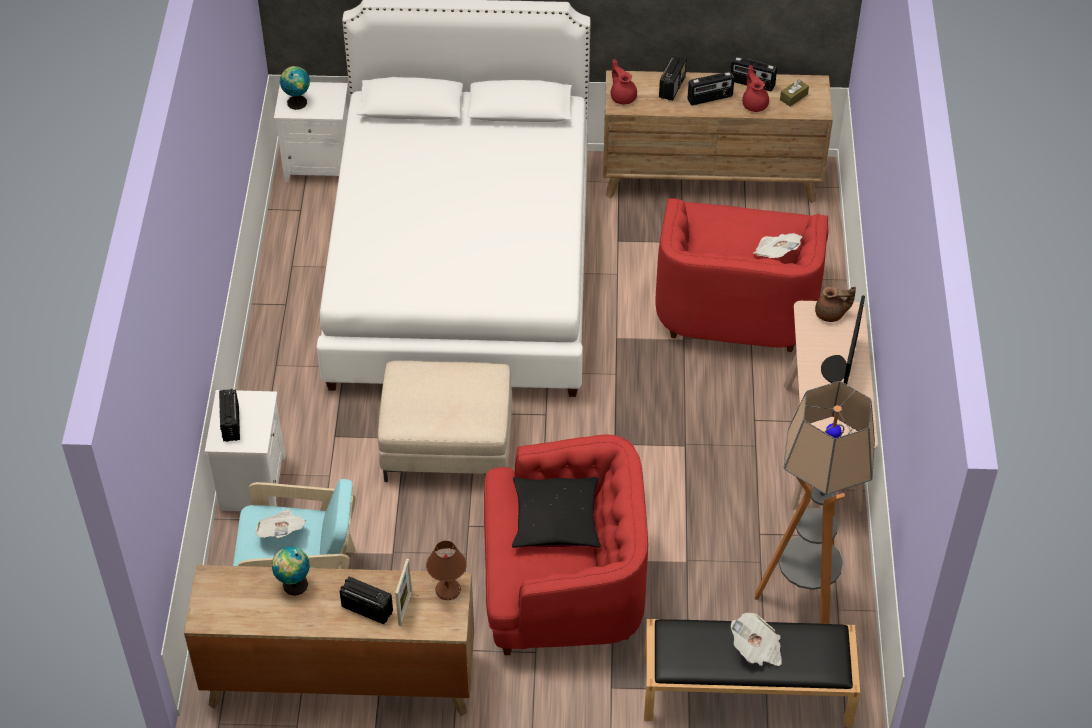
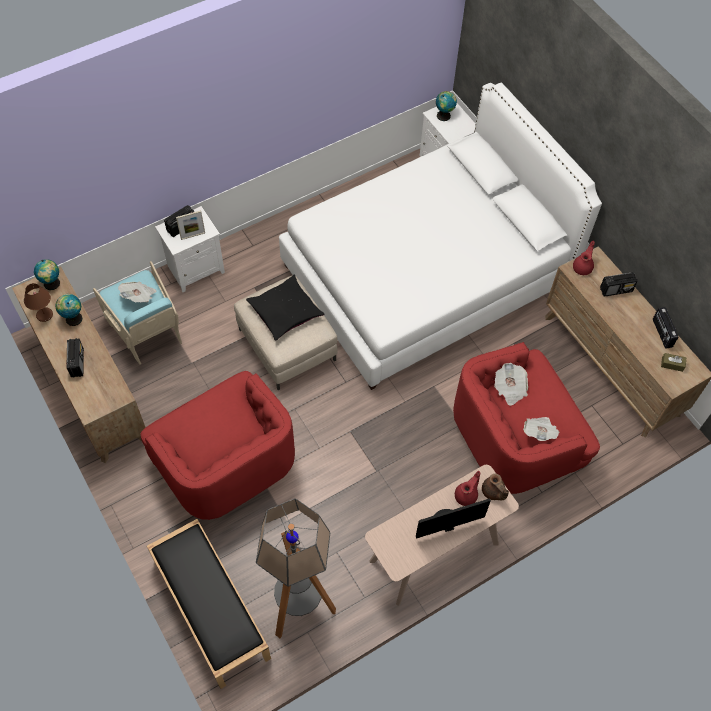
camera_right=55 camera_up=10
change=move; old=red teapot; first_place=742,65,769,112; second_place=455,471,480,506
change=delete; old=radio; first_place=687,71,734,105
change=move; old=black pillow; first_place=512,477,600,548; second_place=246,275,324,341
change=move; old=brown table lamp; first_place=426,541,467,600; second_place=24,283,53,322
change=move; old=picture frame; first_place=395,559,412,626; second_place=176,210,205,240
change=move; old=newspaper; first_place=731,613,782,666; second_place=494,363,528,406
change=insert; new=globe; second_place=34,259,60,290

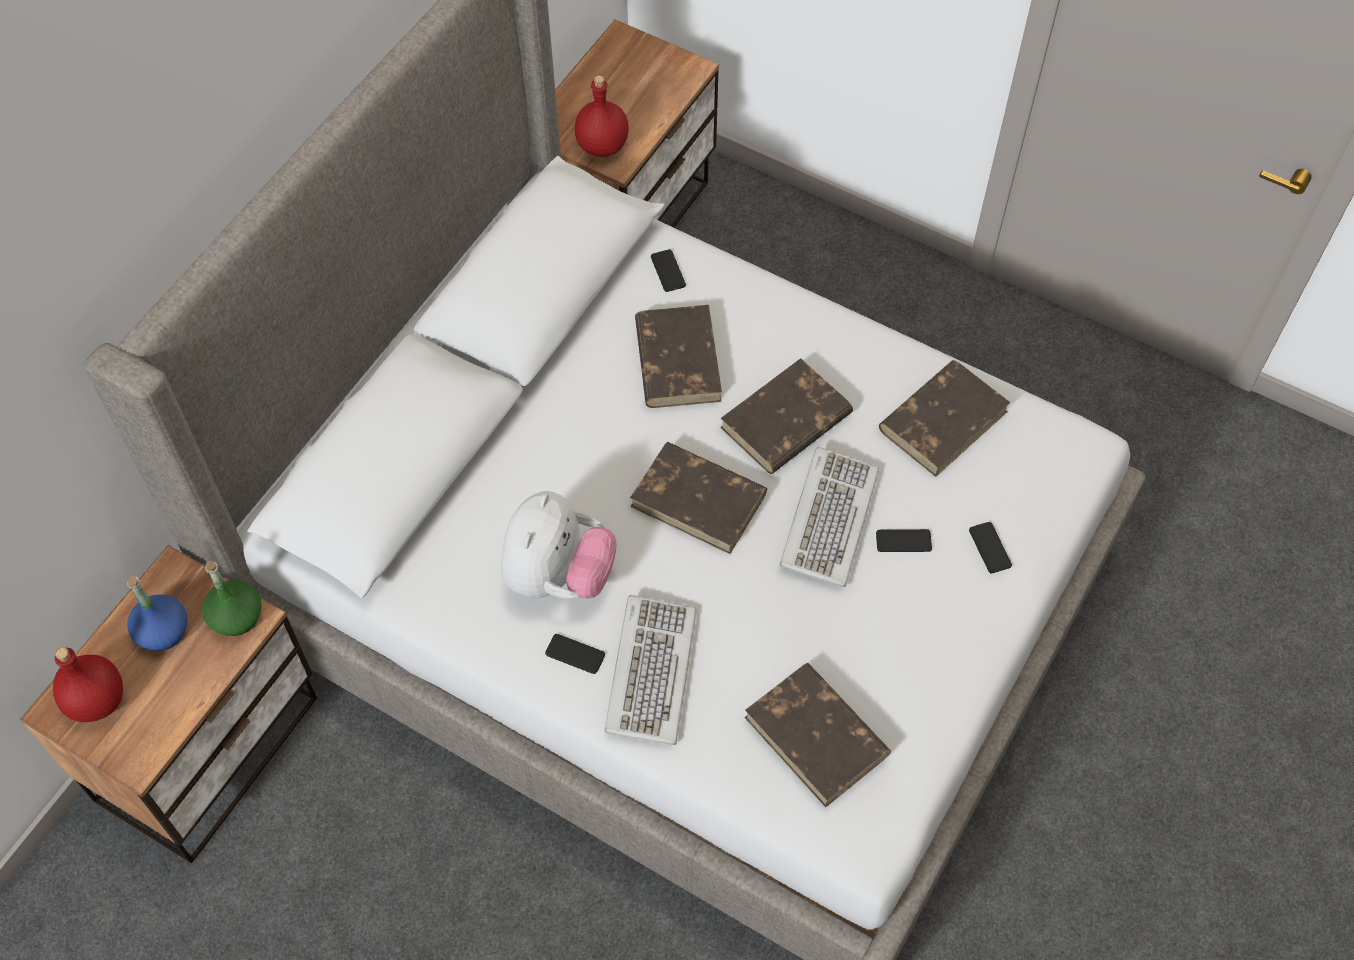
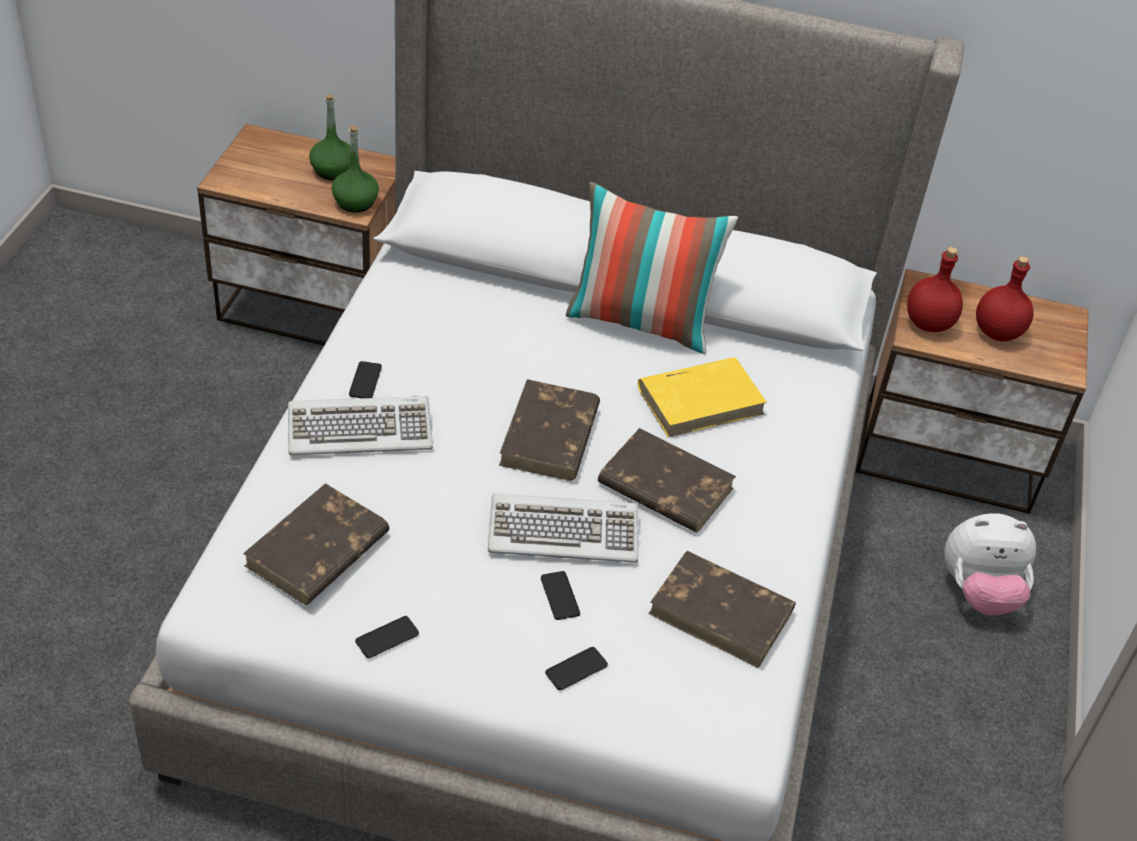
camera_right=70 camera_up=-15
change=move; old=phone; first_place=651,249,686,292; second_place=355,616,419,658
change=recolor; old=brown book; new=yellow book; first_place=635,305,722,408; second_place=638,357,767,437
change=move; old=plush toy; first_place=501,491,617,599; second_place=944,513,1036,616
change=recolor; old=blue bottle; new=green bottle; first_place=127,576,187,651; second_place=309,94,350,180
change=move; old=red bottle; first_place=53,647,123,722; second_place=976,256,1034,342
change=insert; new=pillow; second_place=566,182,738,354

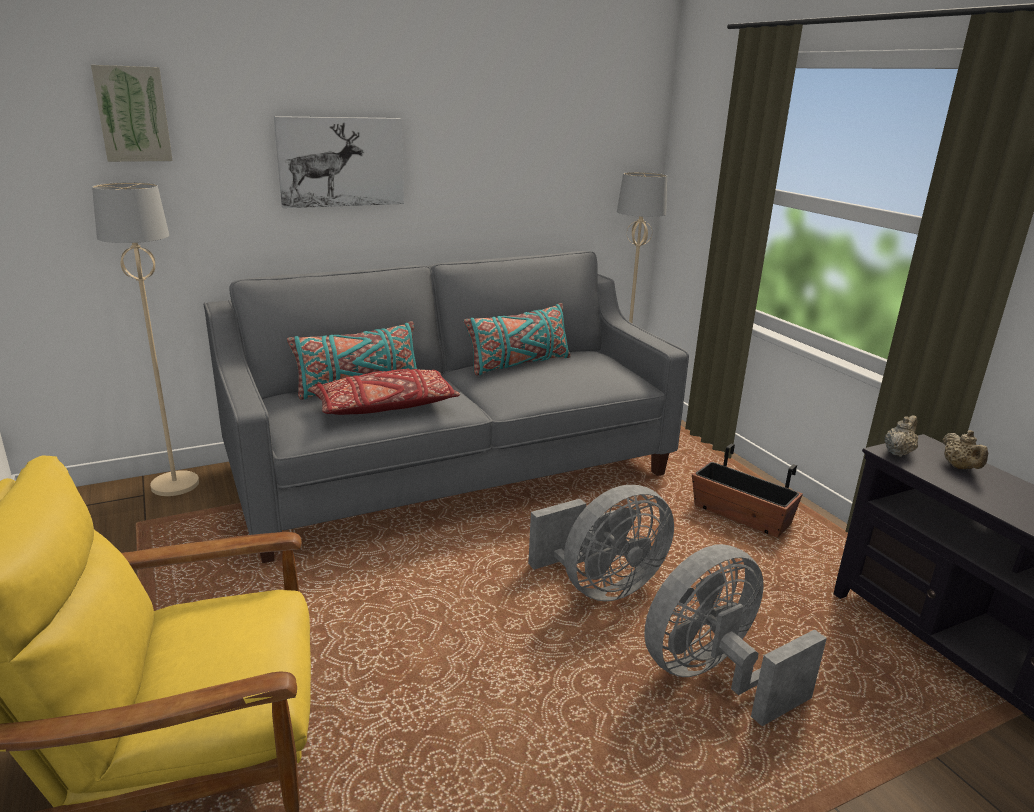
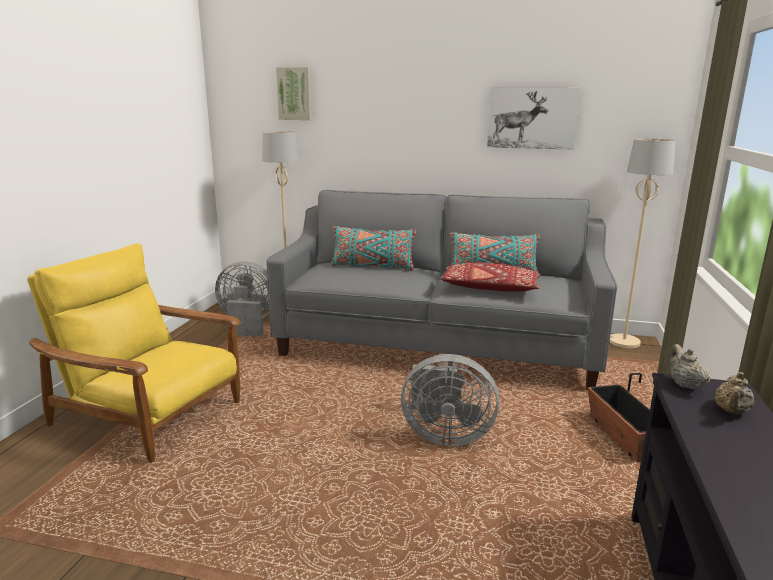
camera_right=40 camera_up=-5
change=move; old=picture; first_place=274,116,404,208; second_place=487,87,581,150
change=move; old=red pillow; first_place=309,369,460,415; second_place=441,262,540,292
change=rotate; old=beige teapot; first_place=885,415,918,457; second_place=669,344,710,389; degrees=-90
change=move; old=grey fan; first_place=644,544,827,726; second_place=215,261,269,337

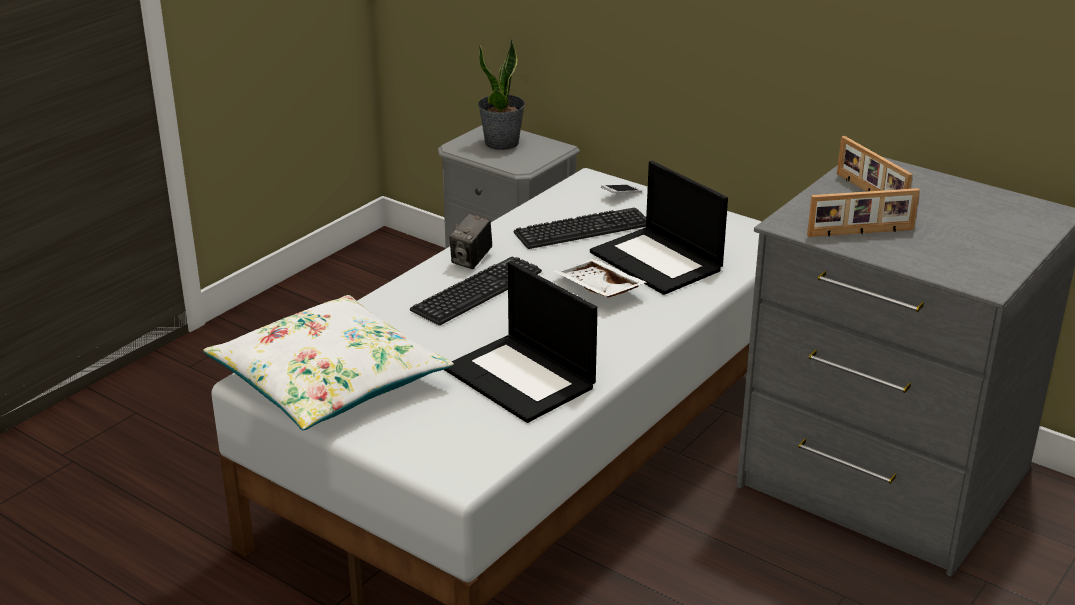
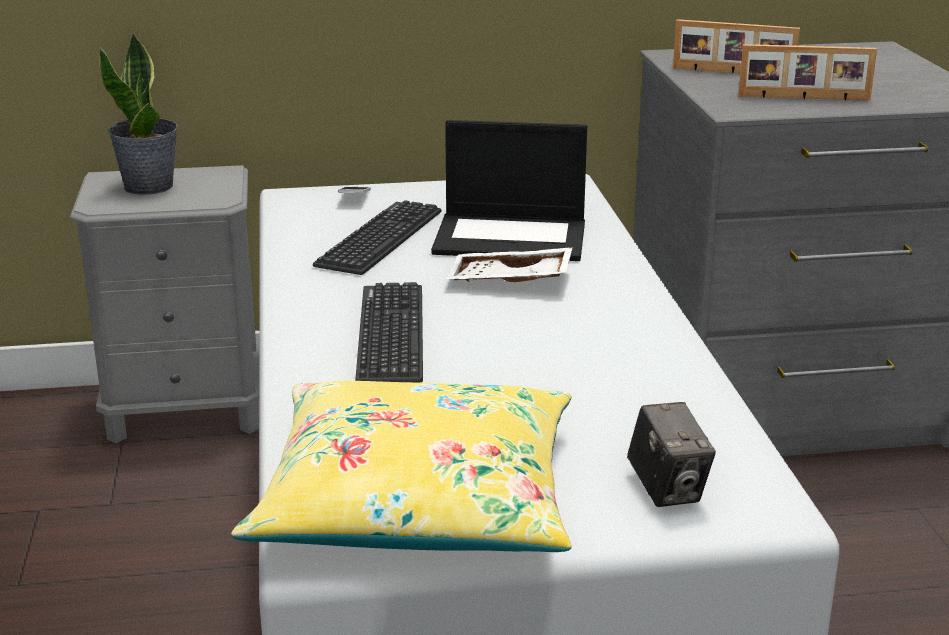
camera_right=-45 camera_up=-5
change=rotate; old=picture frame; first_place=807,188,920,237; second_place=739,44,877,101; degrees=60
change=move; old=photo camera; first_place=449,213,492,269; second_place=627,402,716,507
change=delete; old=laptop; first_place=444,261,598,423
change=recolor; old=white pillow; new=yellow pillow; first_place=203,295,454,430; second_place=231,381,572,552

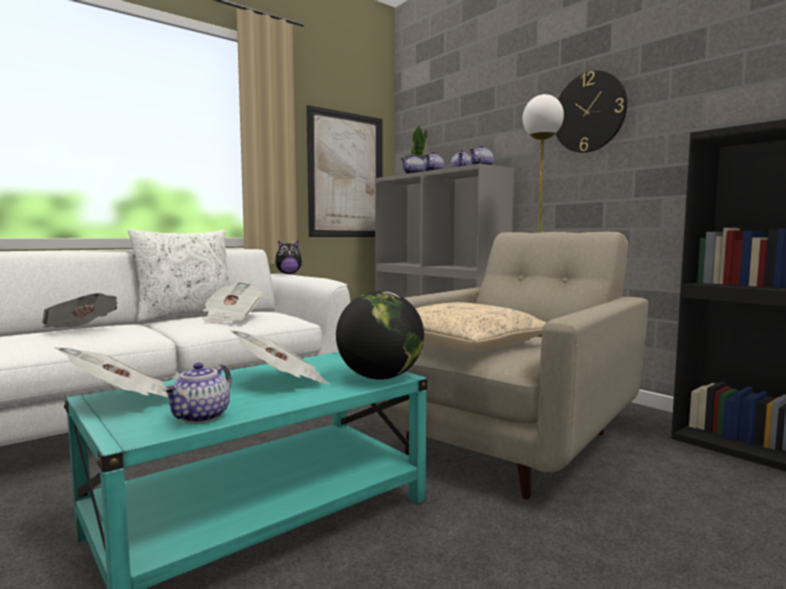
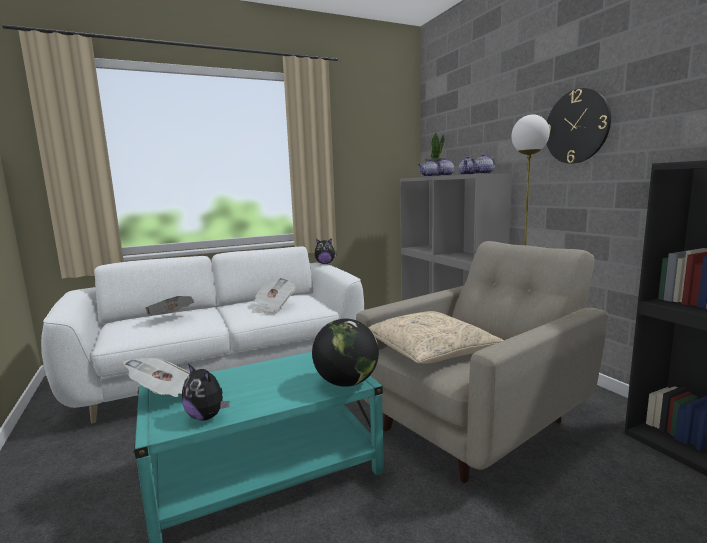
camera_right=15 camera_up=5
change=delete; old=picture; first_place=306,105,383,237
change=delete; old=white pillow; first_place=128,229,229,322
change=delete; old=newspaper; first_place=230,330,330,384
change=replace; old=teapot; new=plush toy; first_place=163,363,232,423; second_place=182,364,229,421

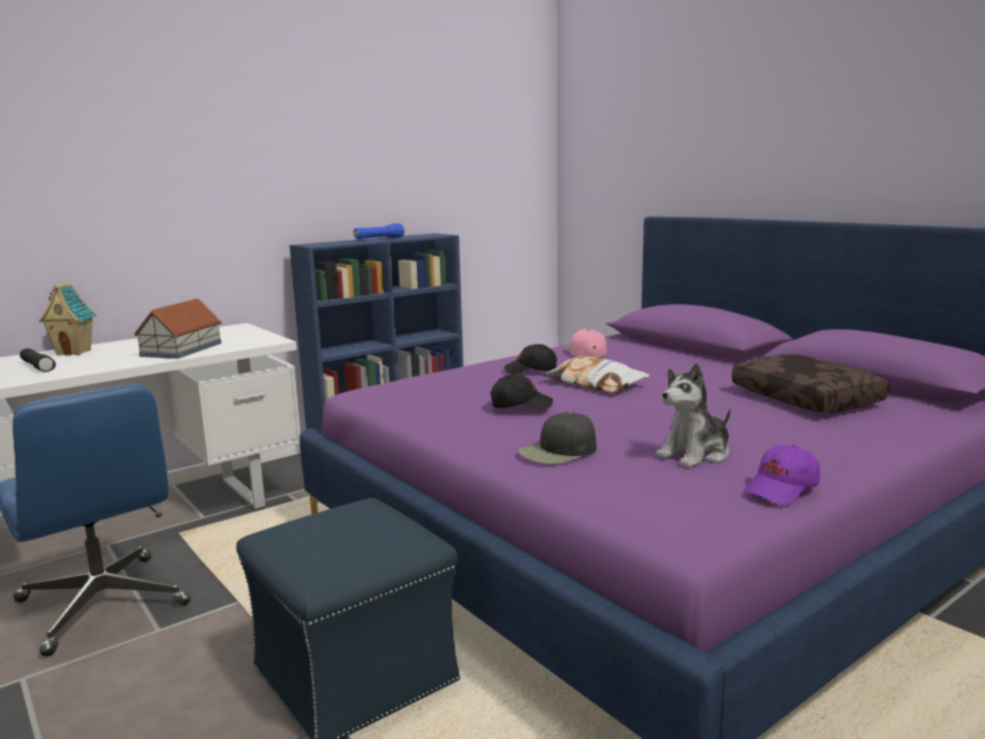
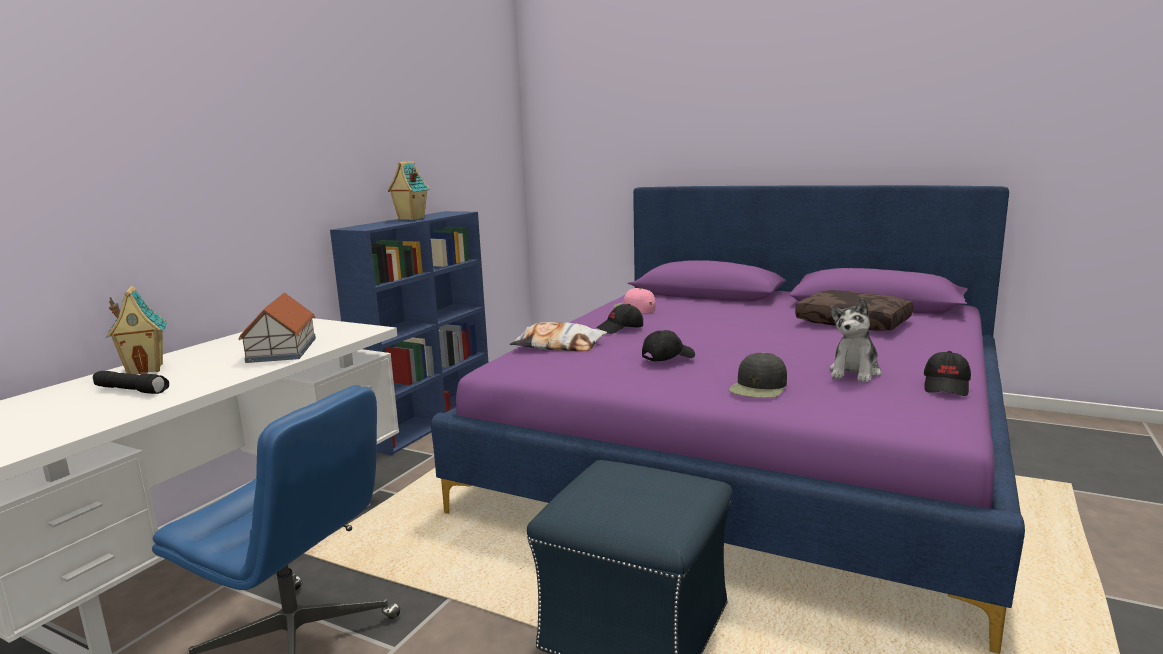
camera_right=-25 camera_up=0
change=replace; old=blue flashlight; new=toy house; first_place=353,223,405,239; second_place=387,161,430,220
change=move; old=pillow; first_place=541,356,650,393; second_place=510,322,607,351
change=recolor; old=purple cap; new=black cap; first_place=743,444,820,505; second_place=924,351,971,396

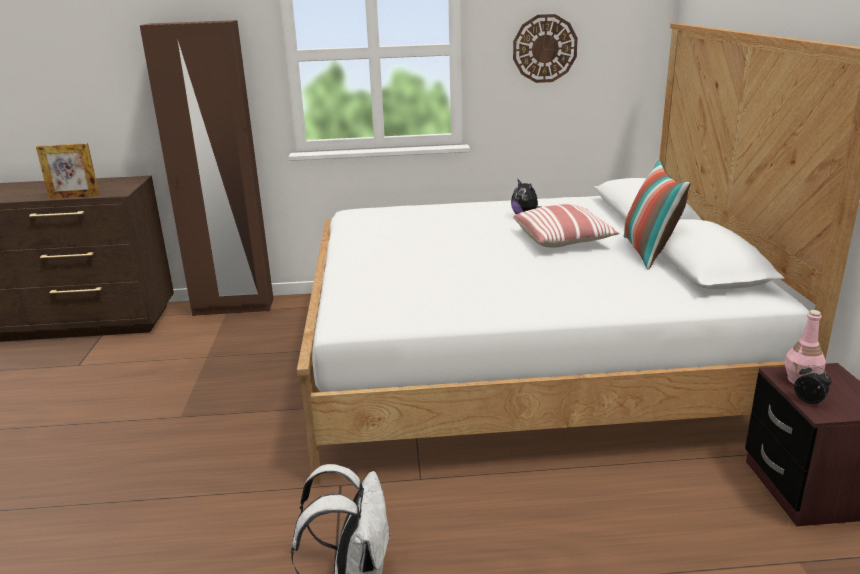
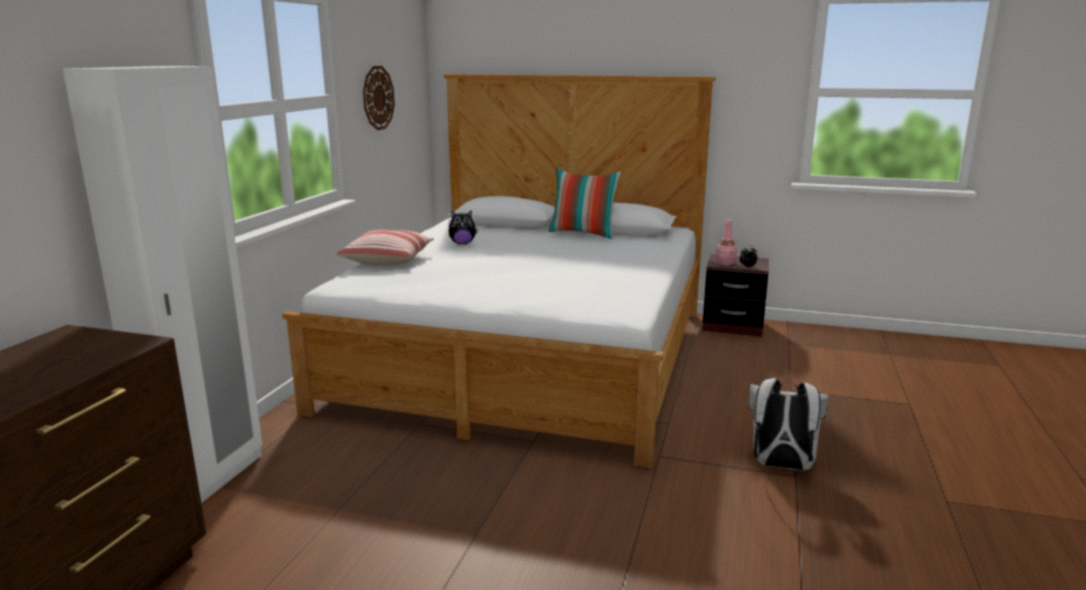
camera_right=-70 camera_up=-5
change=recolor; old=brown wardrobe; new=white wardrobe; first_place=140,20,273,316; second_place=63,66,262,503
change=delete; old=picture frame; first_place=36,143,99,199
change=move; old=pillow; first_place=513,204,619,247; second_place=336,230,434,266

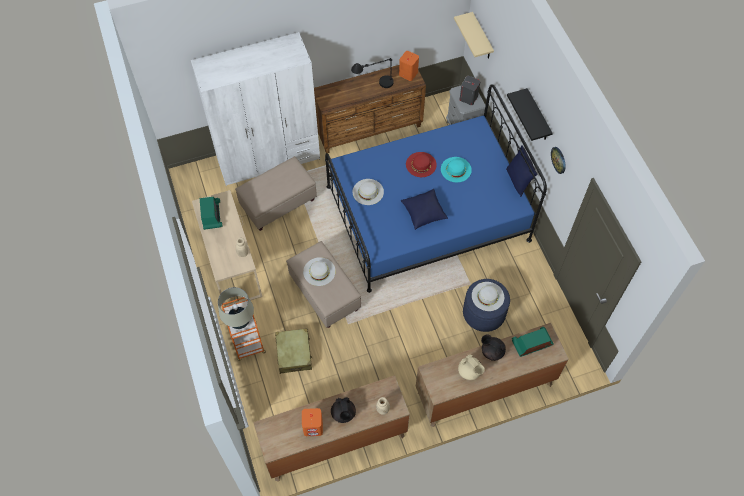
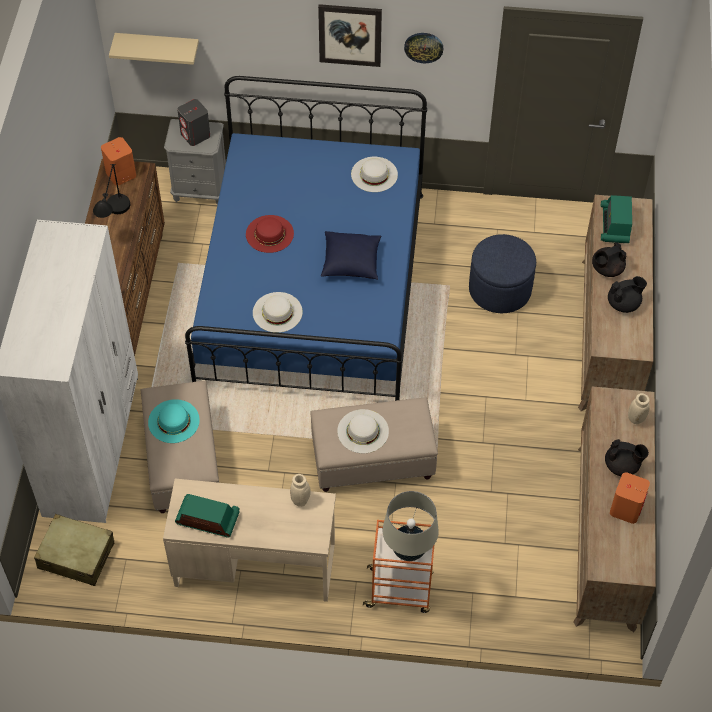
camera_right=-65 camera_up=-5
change=replace; old=black shelf; new=picture; first_place=507,88,553,141; second_place=318,4,382,67
change=delete; old=blue pillow; first_place=506,145,537,197
change=move; old=turquoise hat; first_place=441,157,472,182; second_place=148,399,200,443
change=move; old=white hat; first_place=472,282,504,311; second_place=351,157,398,192
change=move; old=beige suitcase; first_place=275,328,312,374; second_place=34,514,114,586
change=recolor; old=beige teapot; new=black teapot; first_place=458,354,485,380; second_place=608,276,647,313

